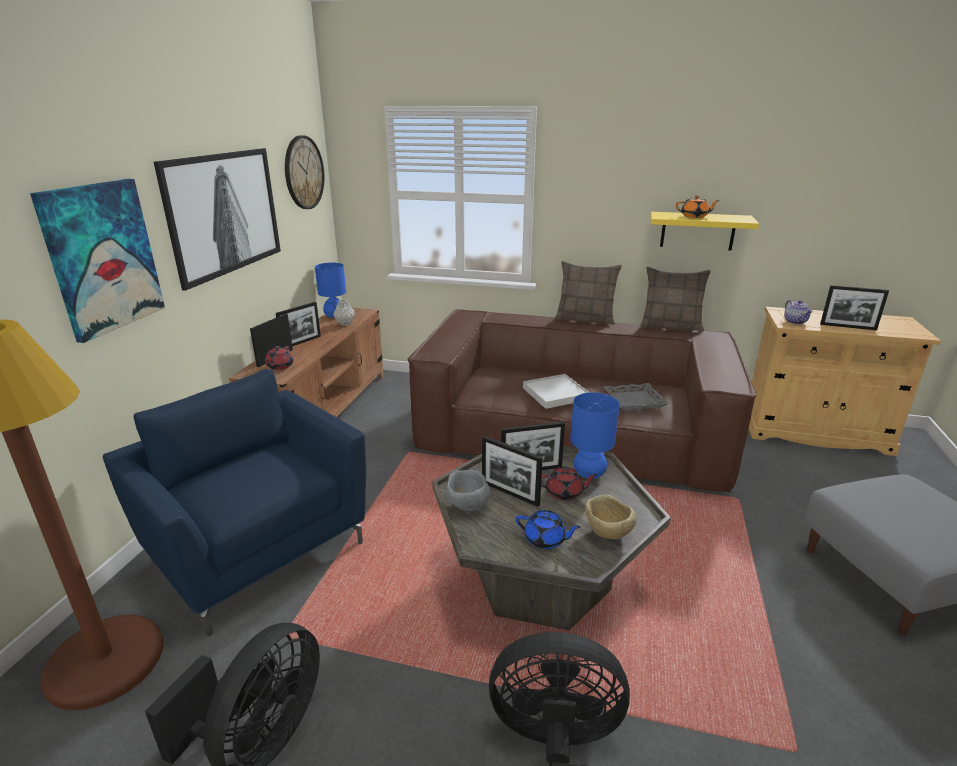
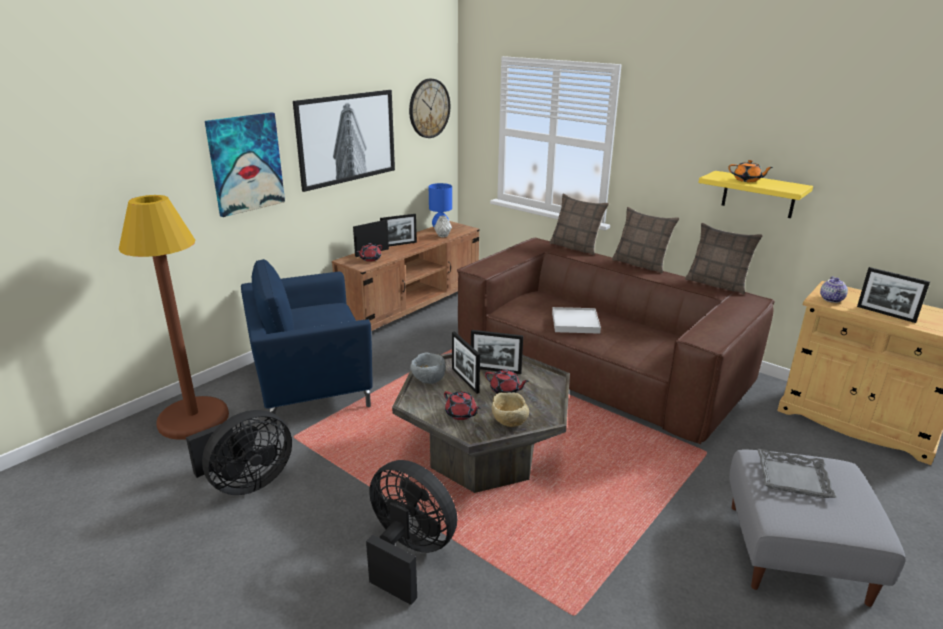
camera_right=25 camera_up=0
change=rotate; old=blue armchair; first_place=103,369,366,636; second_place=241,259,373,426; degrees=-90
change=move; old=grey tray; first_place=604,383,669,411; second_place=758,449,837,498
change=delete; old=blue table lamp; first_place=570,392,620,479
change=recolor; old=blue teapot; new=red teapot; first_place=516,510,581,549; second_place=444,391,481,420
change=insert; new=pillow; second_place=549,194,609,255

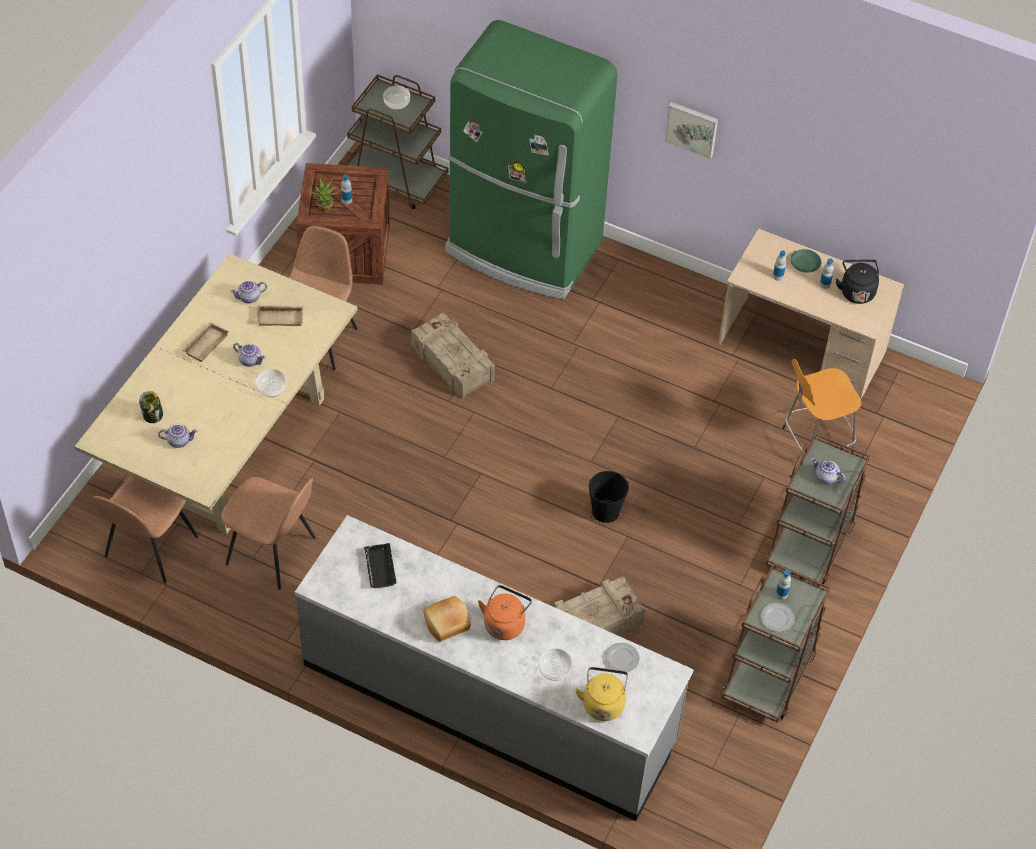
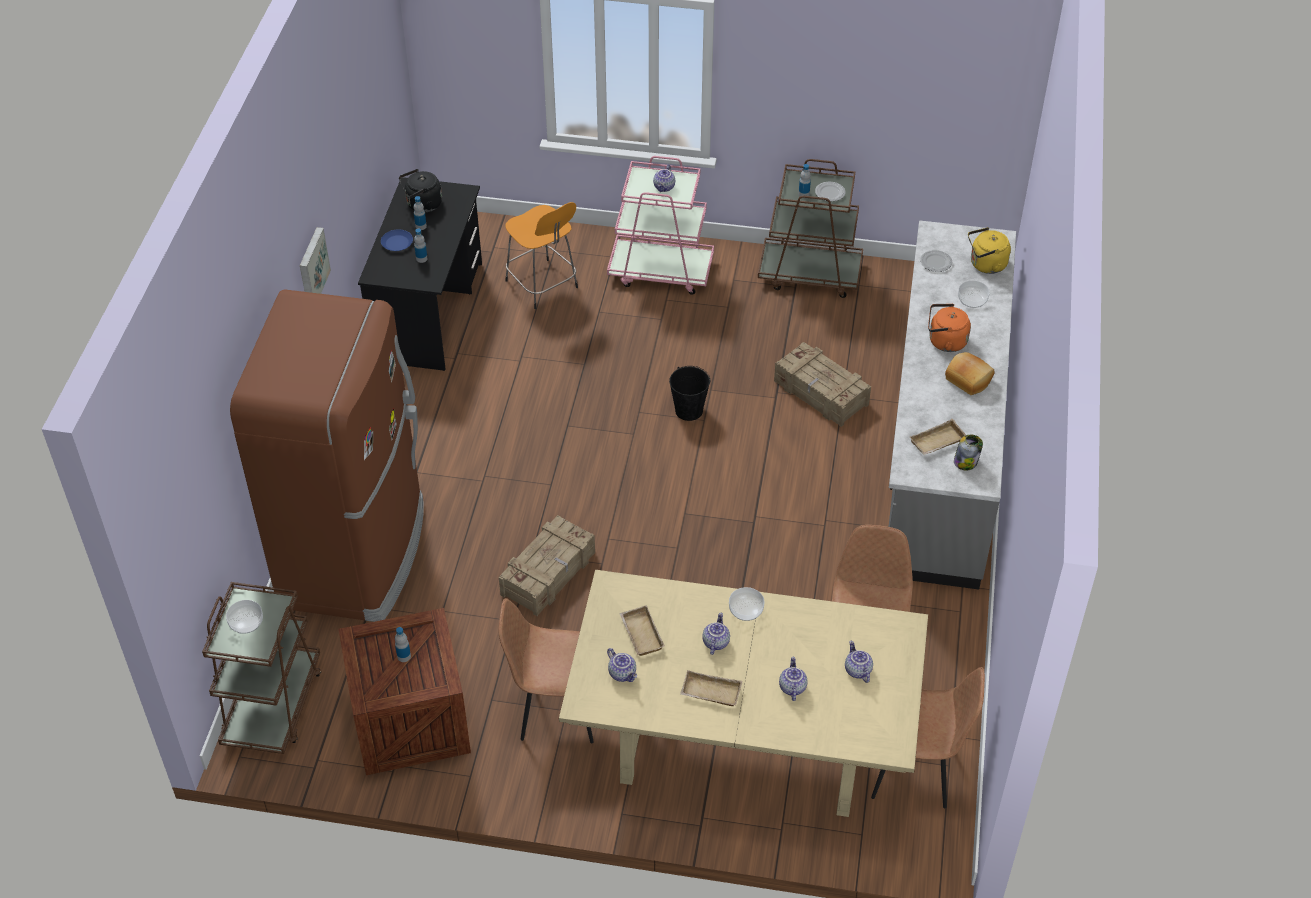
camera_right=-105 camera_up=-5
change=recolor; old=green fridge; new=brown fridge; first_place=445,20,618,299; second_place=230,289,424,622
change=delete; old=potted plant; first_place=312,179,338,213
change=recolor; old=beige desk; new=black desk; first_place=718,228,904,399; second_place=358,177,482,371
change=recolor; old=green plate; new=blue plate; first_place=790,249,821,273; second_place=381,229,413,251
change=move; old=jar; first_place=139,391,163,423; second_place=954,435,983,470
change=recolor; old=brown cart; new=pink cart; first_place=766,433,870,586; second_place=607,156,714,295
change=recolor; old=black tray; new=beige tray; first_place=364,543,397,588; second_place=910,419,966,455
change=insert; new=teapot; second_place=779,656,808,701

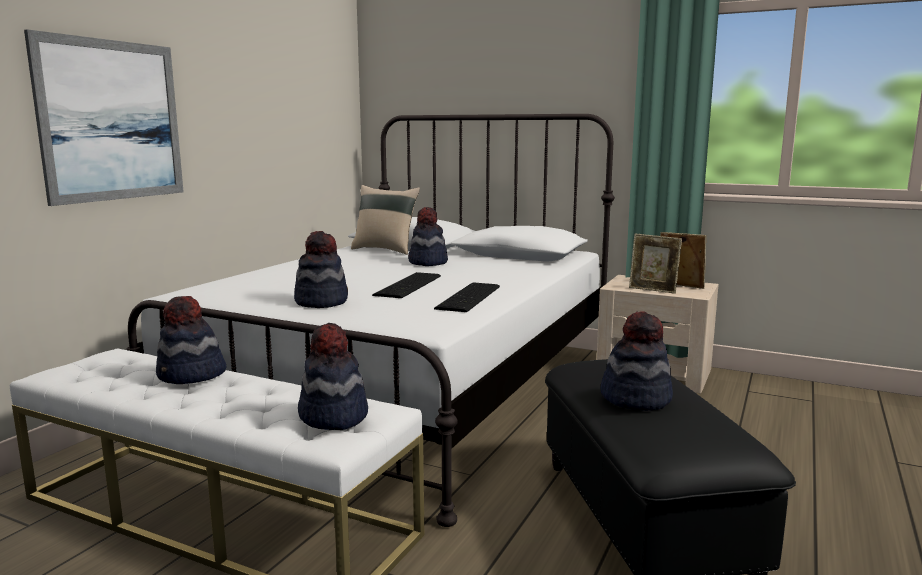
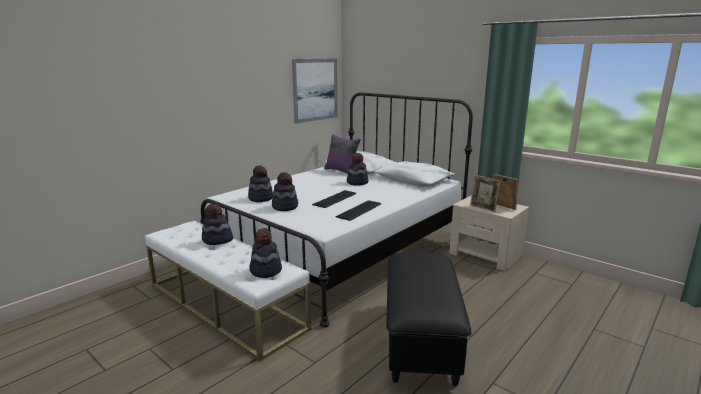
camera_right=15 camera_up=5
change=move; old=picture; first_place=24,29,184,206; second_place=292,58,337,124
change=recolor; old=beige pillow; new=purple pillow; first_place=351,185,420,255; second_place=324,134,361,174
change=move; old=hat; first_place=601,311,673,411; second_place=248,165,273,202

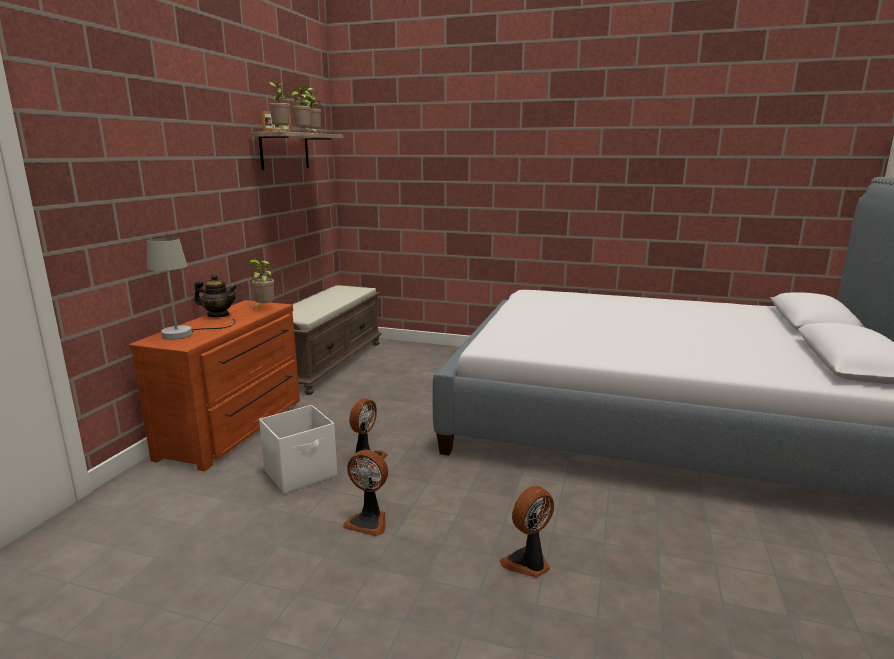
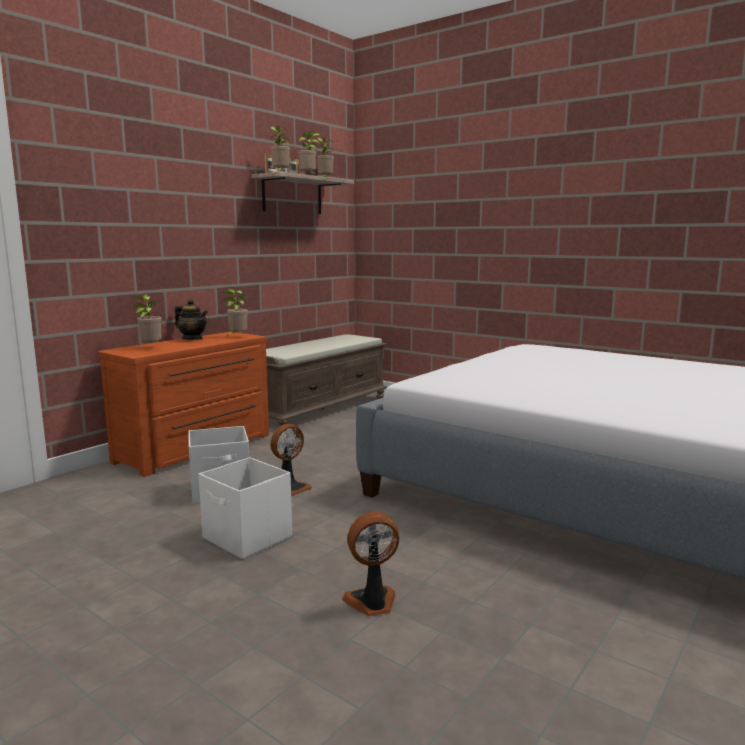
camera_right=20 camera_up=-5
change=replace; old=grey table lamp; new=potted plant; first_place=147,237,236,340; second_place=132,295,162,344
change=replace; old=fan; new=white storage box; first_place=343,450,388,537; second_place=199,457,292,559

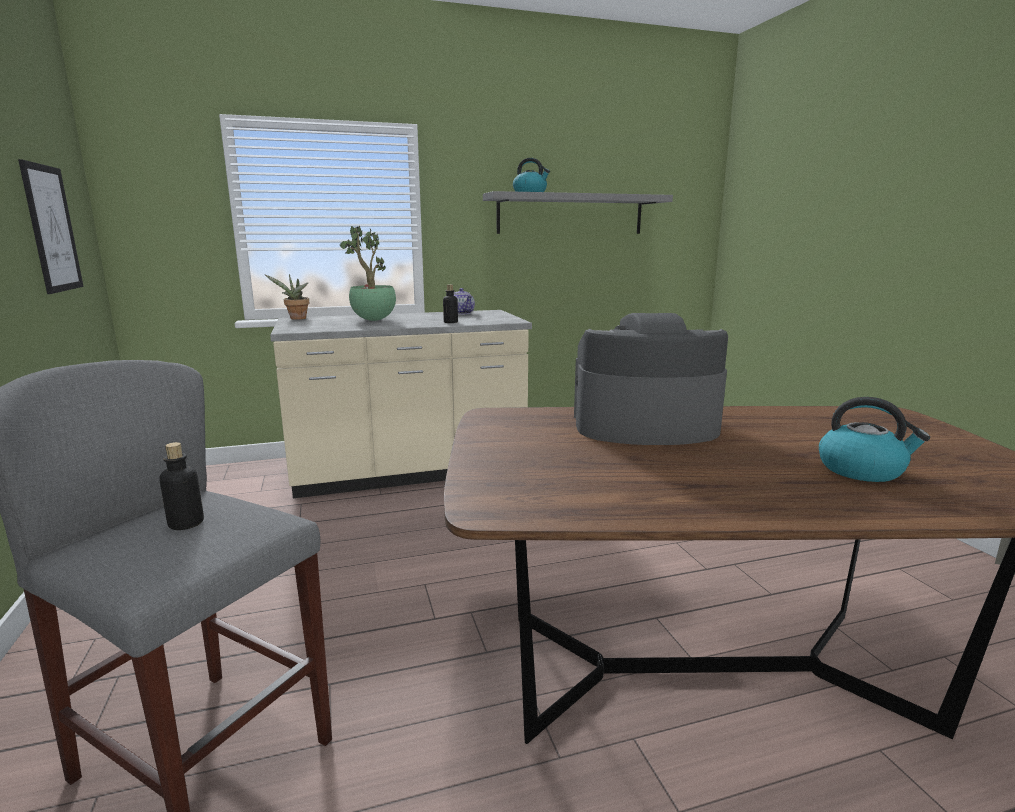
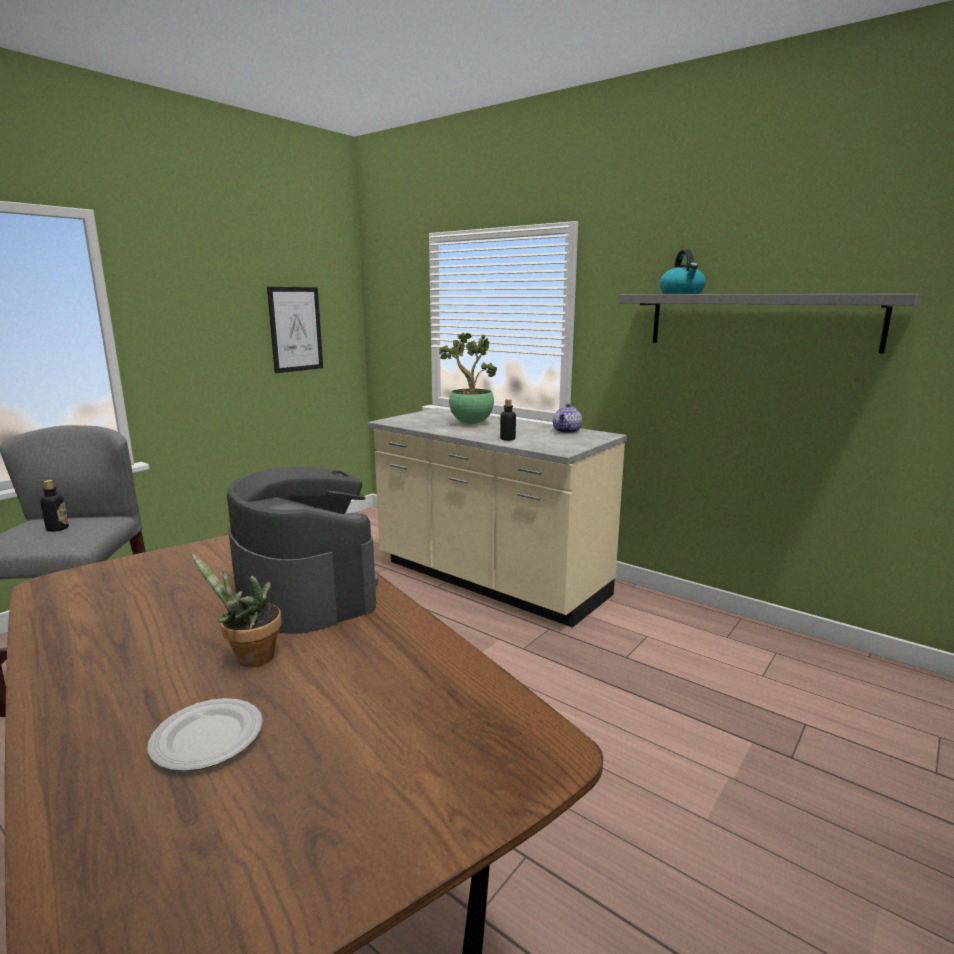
camera_right=55 camera_up=0
change=move; old=potted plant; first_place=265,274,309,320; second_place=192,554,282,667
change=replace; old=kettle; new=plate; first_place=819,397,930,482; second_place=147,698,263,771

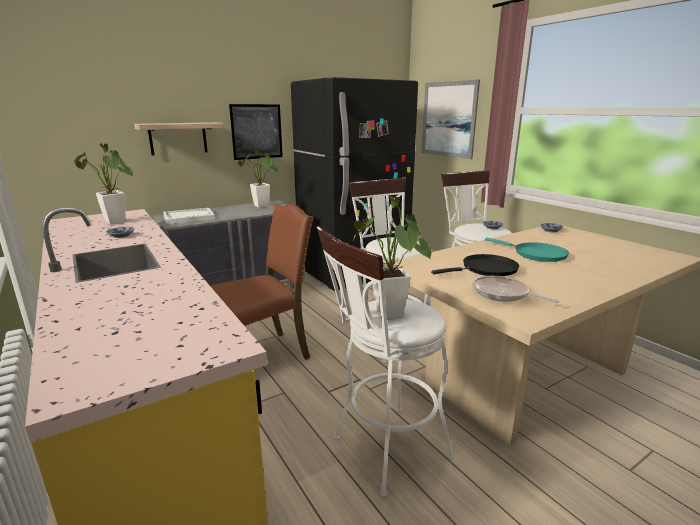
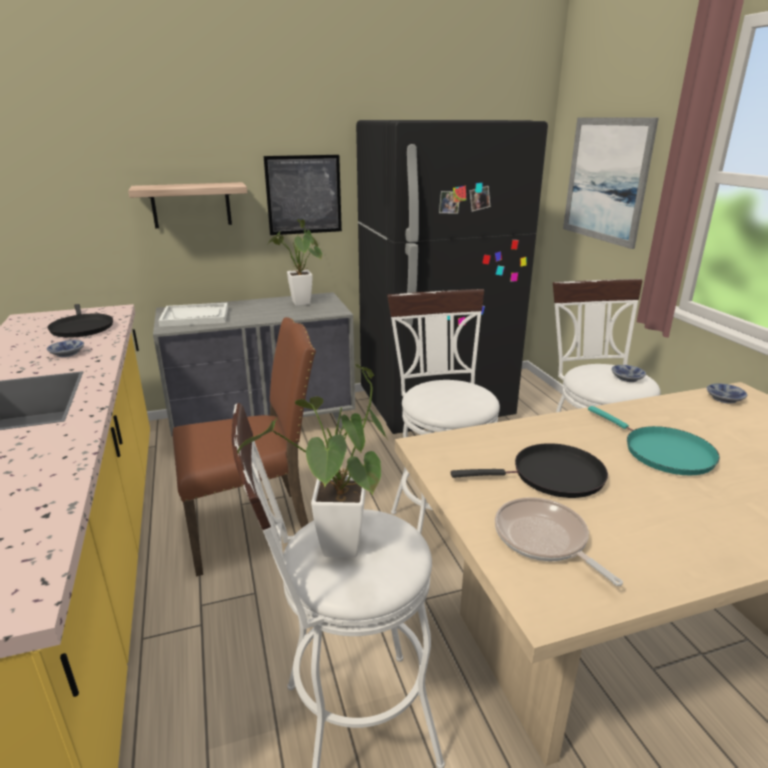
camera_right=15 camera_up=5
change=replace; old=potted plant; new=black frying pan; first_place=73,143,133,224; second_place=47,304,113,338

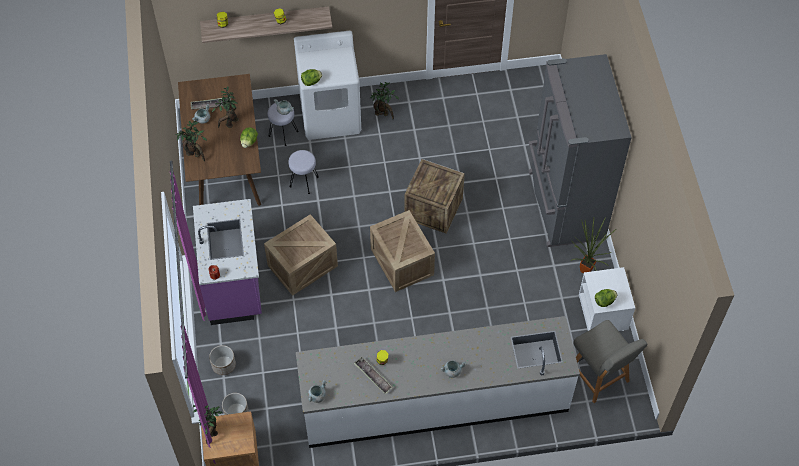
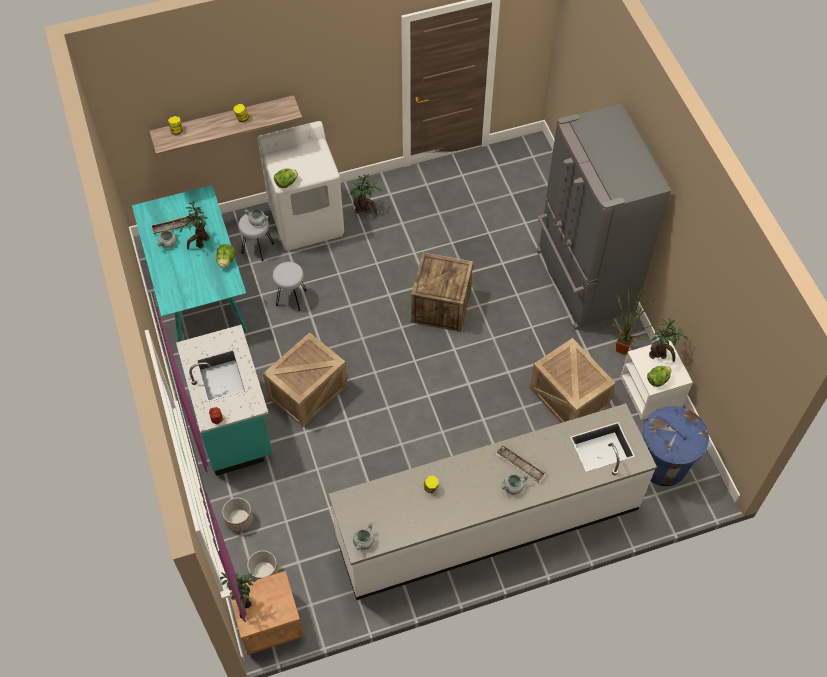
camera_right=-10 camera_up=0
change=recolor; old=brown dining table; new=turquoise dining table; first_place=178,74,261,206; second_place=132,185,248,342
change=move; old=potted plant; first_place=175,121,207,161; second_place=649,318,688,362
change=recolor; old=purple counter; new=turquoise counter; first_place=193,199,262,325; second_place=176,325,273,476
change=move; old=crate; first_place=370,210,435,292; second_place=530,338,615,423
change=replace; old=grey chair; new=blue trash can; first_place=573,320,647,403; second_place=643,406,709,486
change=move; old=tray; first_place=354,357,393,394; second_place=496,445,546,483

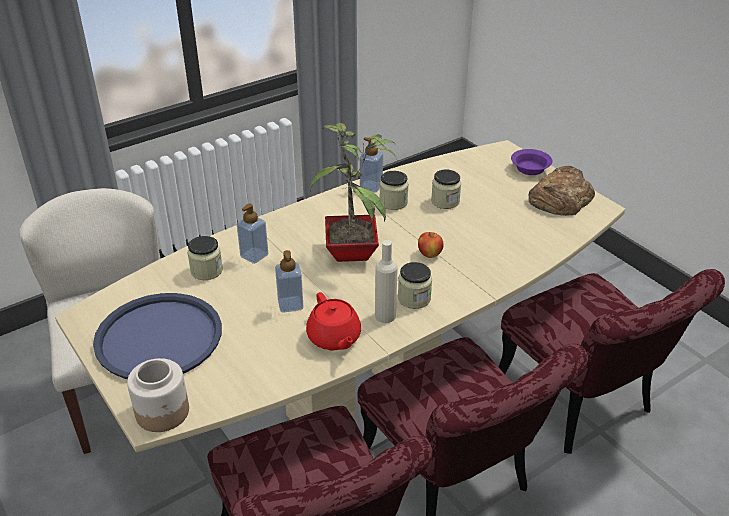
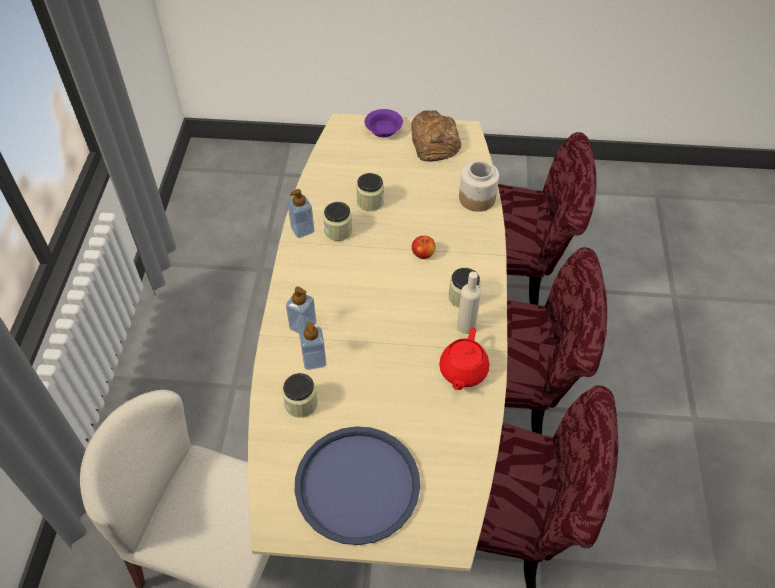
camera_right=-50 camera_up=15
change=delete; old=potted plant; first_place=310,123,396,262
change=move; old=soap dispenser; first_place=275,250,304,313; second_place=286,286,316,333
change=rotate; old=red teapot; first_place=306,292,361,350; second_place=439,328,490,390; degrees=90
change=move; old=jar; first_place=127,358,189,432; second_place=459,161,499,212

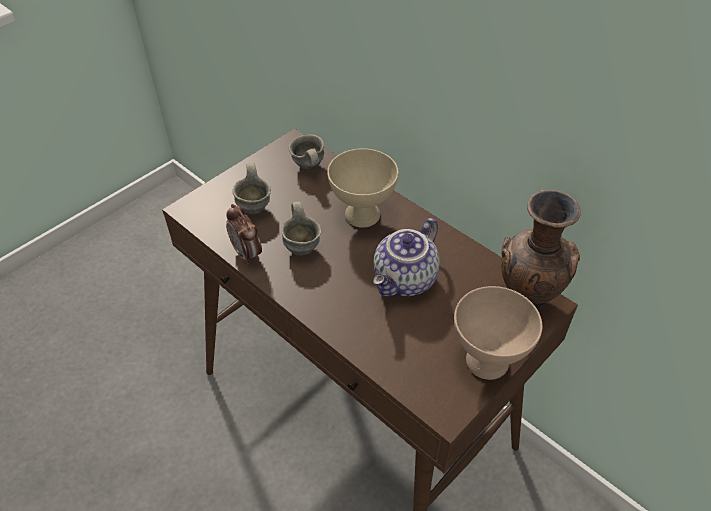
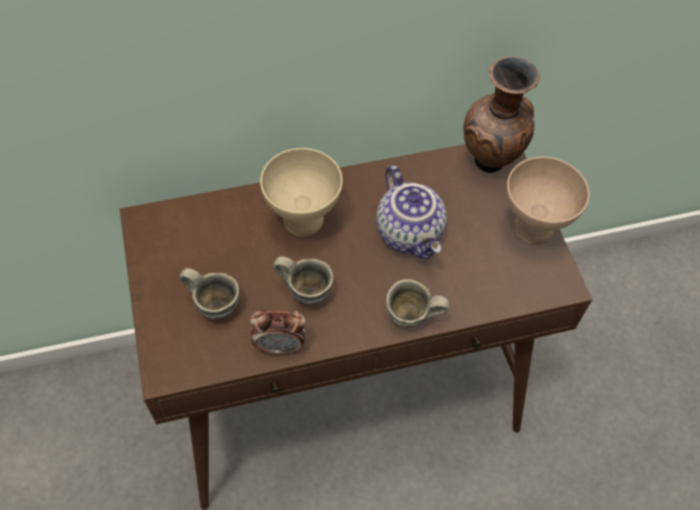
camera_right=-60 camera_up=10
change=move; old=grey mug; first_place=289,135,324,170; second_place=386,279,449,326

